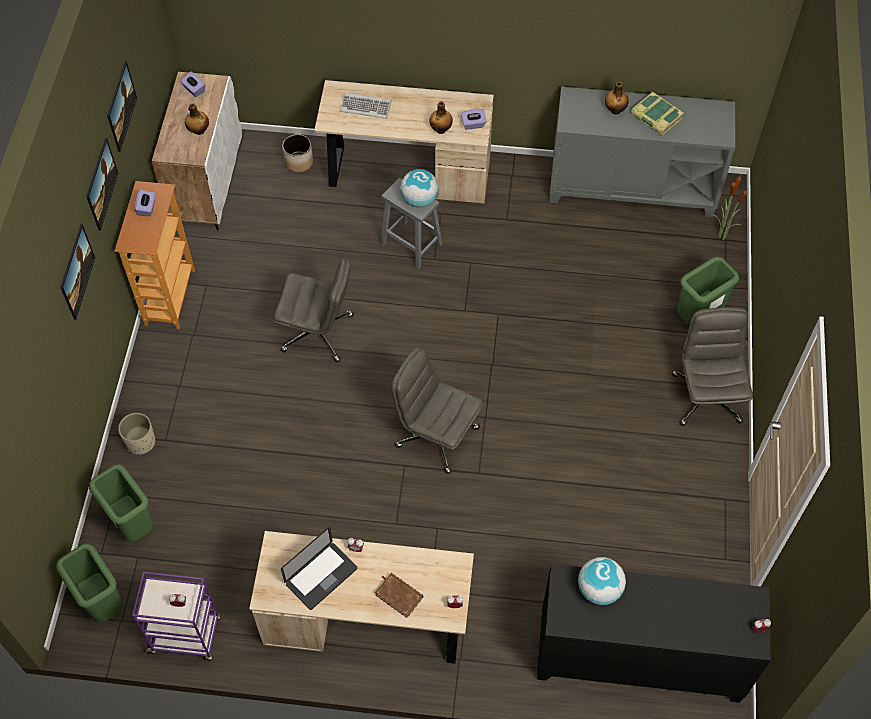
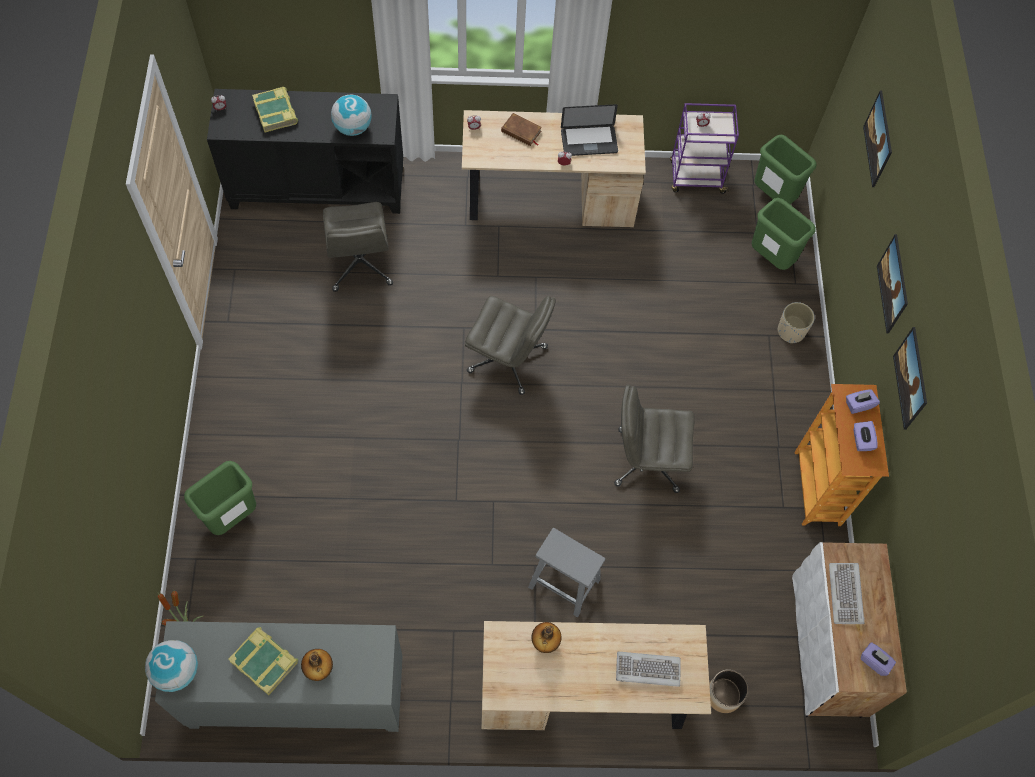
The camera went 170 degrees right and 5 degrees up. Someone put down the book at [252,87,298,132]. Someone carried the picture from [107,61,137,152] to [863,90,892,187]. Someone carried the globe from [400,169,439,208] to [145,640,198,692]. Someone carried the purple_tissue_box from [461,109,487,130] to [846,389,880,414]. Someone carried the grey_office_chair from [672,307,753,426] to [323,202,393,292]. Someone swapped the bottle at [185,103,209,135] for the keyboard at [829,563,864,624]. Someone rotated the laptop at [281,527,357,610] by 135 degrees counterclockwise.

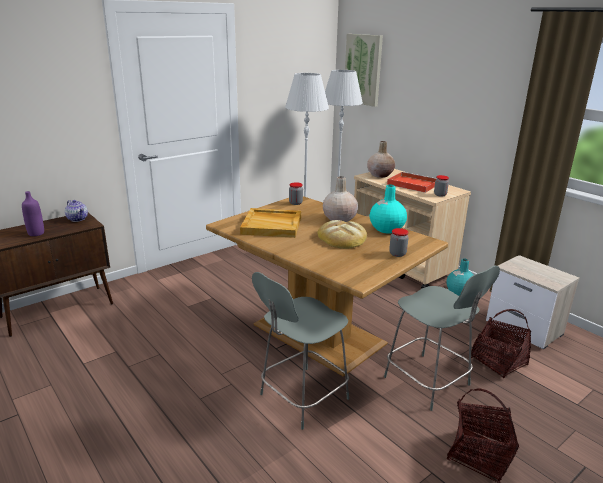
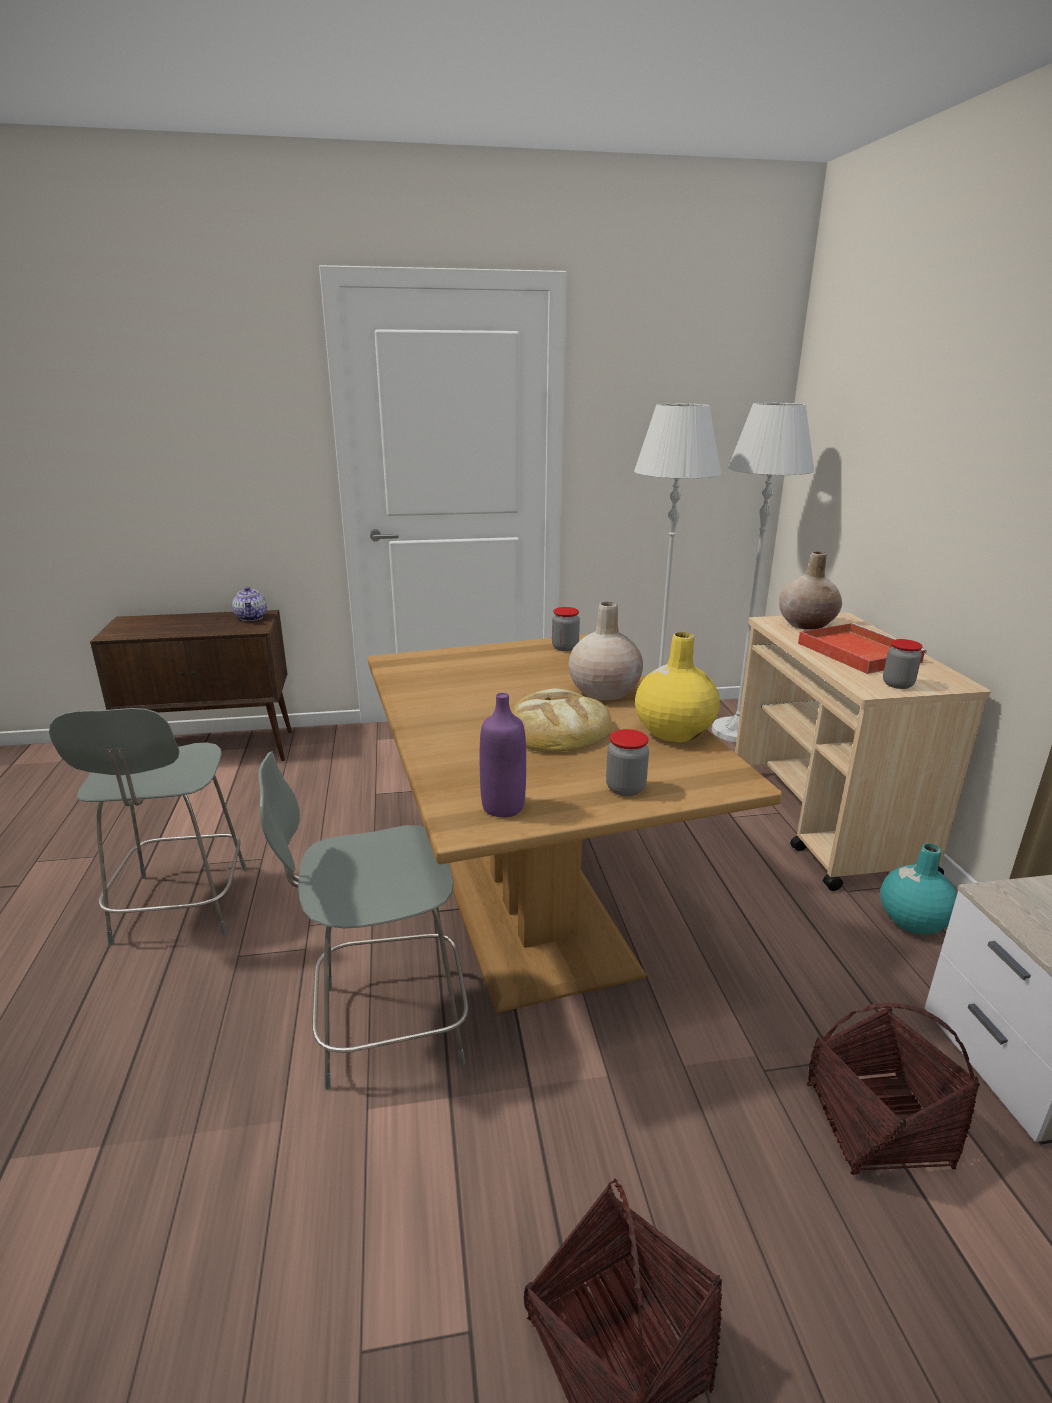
The camera went 30 degrees right and 0 degrees up. Someone took away the beige_tray at [240,208,301,238]. Someone took away the picture at [345,34,383,107]. Someone carried the purple_bottle from [22,191,44,236] to [479,693,526,817]. Someone carried the grey_chair from [384,266,500,411] to [49,708,247,945]. Someone repainted the turquoise_vase at [370,185,407,234], which became the yellow_vase at [635,632,720,742].

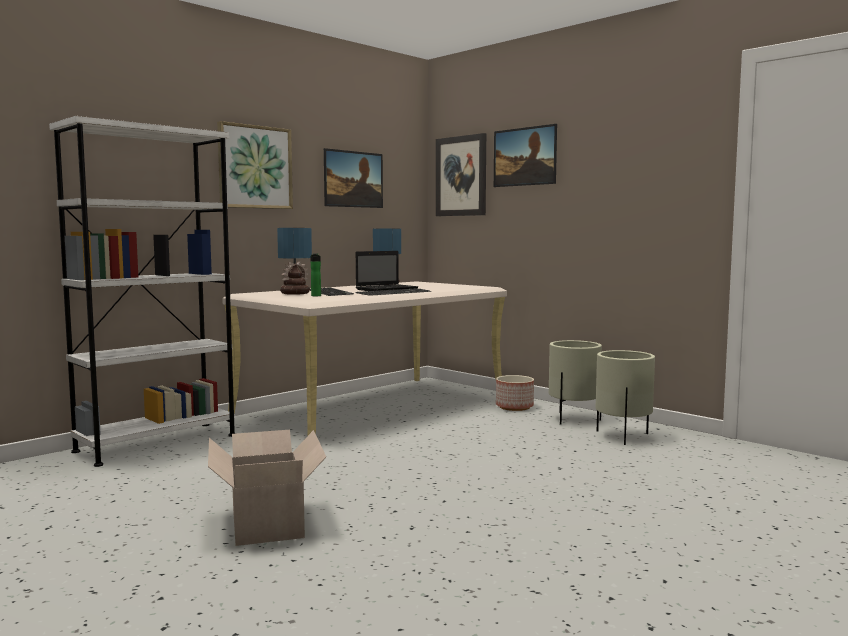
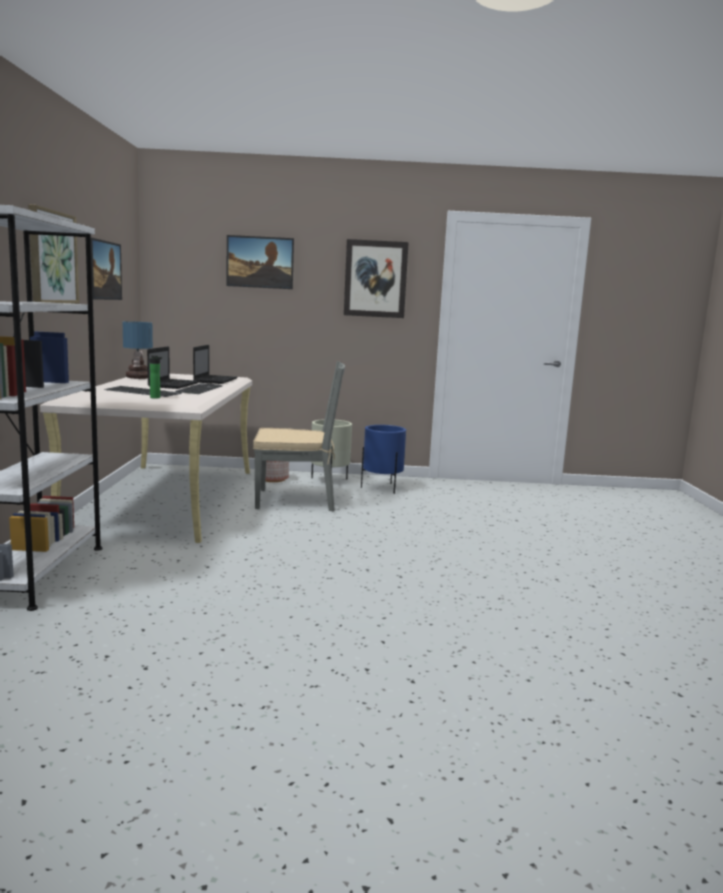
The camera went 45 degrees left and 5 degrees up. Someone took away the cardboard_box at [208,430,326,546]. Someone took away the table_lamp at [277,228,312,295]. Someone put down the laptop at [193,345,237,384]. Someone put down the grey_chair at [253,361,345,511]. Someone carried the picture from [436,133,486,216] to [344,239,409,318]. Someone repainted the beige_planter at [596,350,655,445], which became the blue_planter at [361,425,406,494].

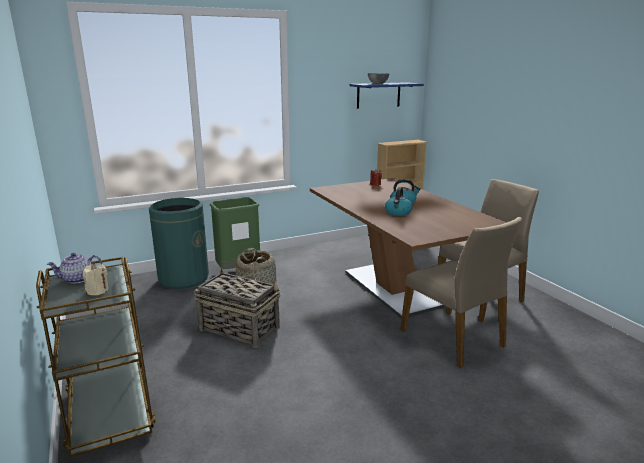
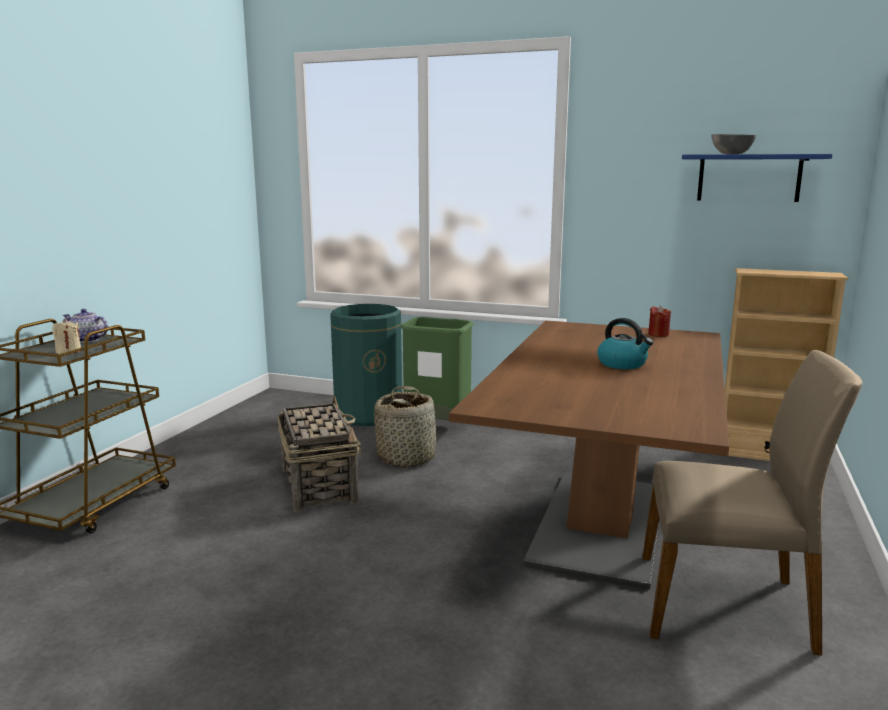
The camera went 45 degrees right and 5 degrees down. Someone took away the kettle at [385,187,412,216]. Someone took away the beige_chair at [401,217,522,368].

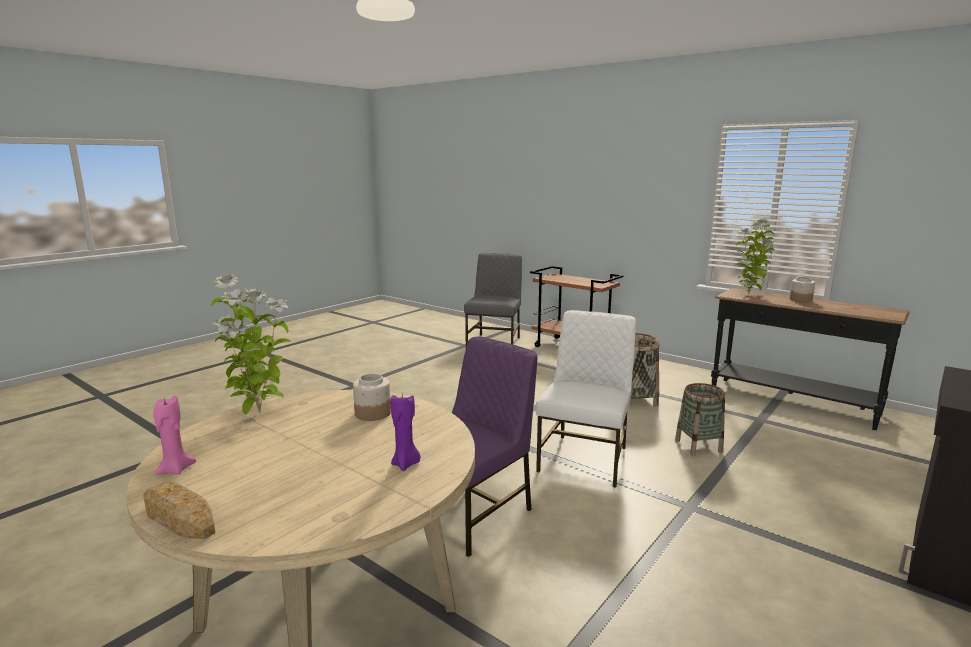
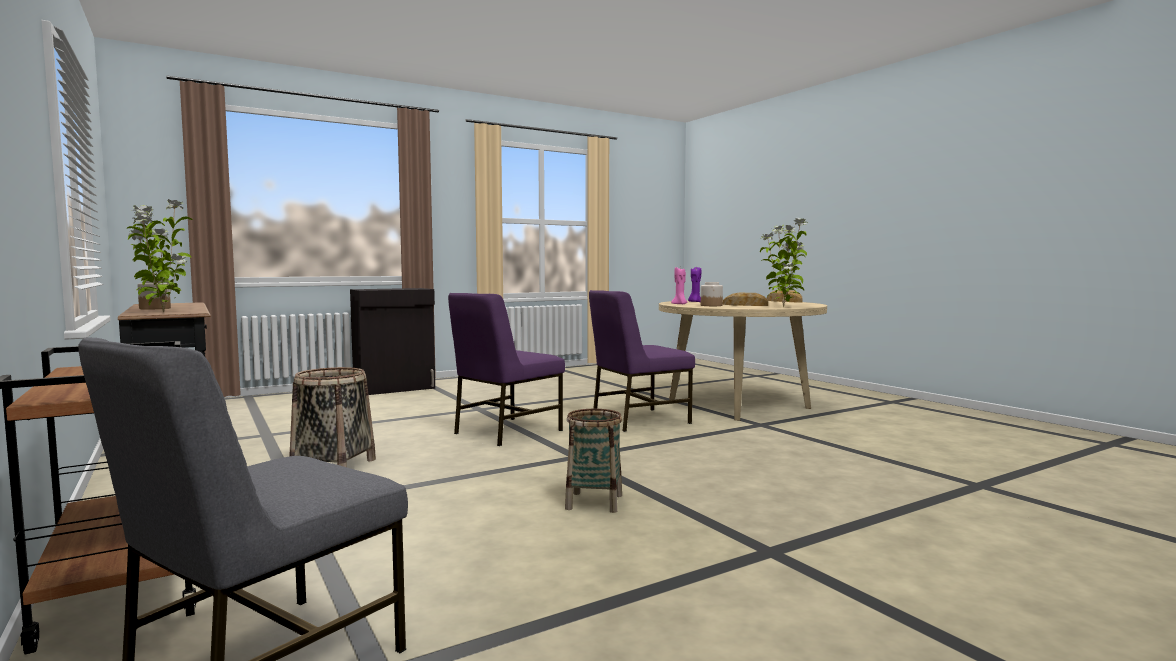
The camera went 160 degrees left and 10 degrees down. Someone put down the bread at [723,293,768,306]. Someone carried the pink_candle from [153,396,196,475] to [671,267,688,304]. Someone carried the basket from [675,383,725,456] to [565,409,622,513]. Someone repainted the white_chair at [536,310,636,488], which became the purple_chair at [448,293,565,446].

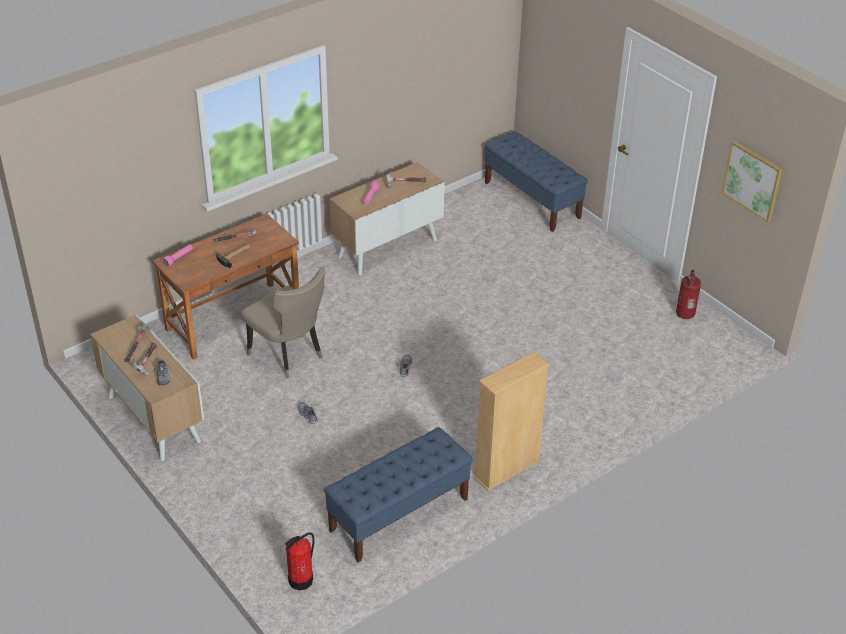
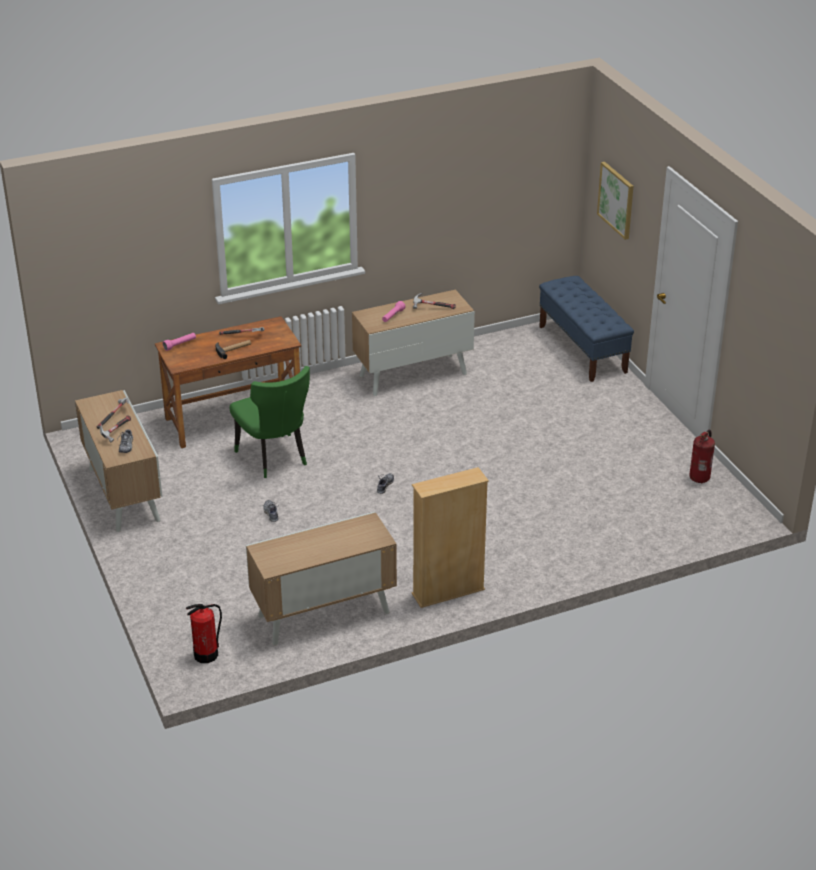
The camera went 15 degrees right and 5 degrees down. Someone carried the picture from [721,141,783,222] to [597,162,633,240]. Someone swapped the blue_bench at [324,427,473,562] for the cabinet at [246,512,397,645]. Someone repainted the beige_chair at [241,267,325,378], which became the green_chair at [229,366,310,478].

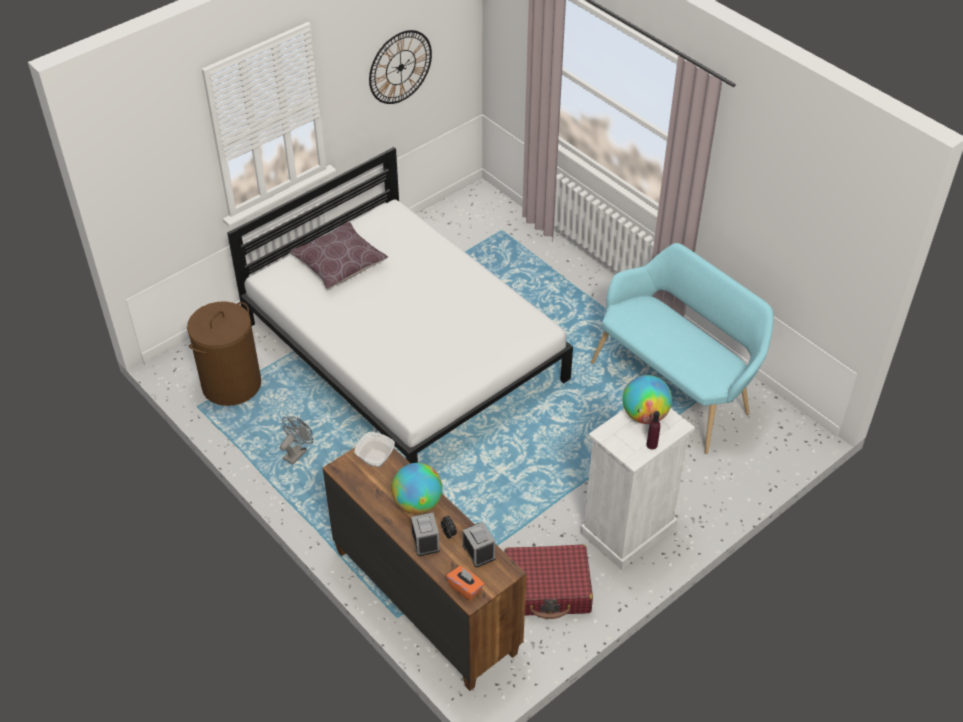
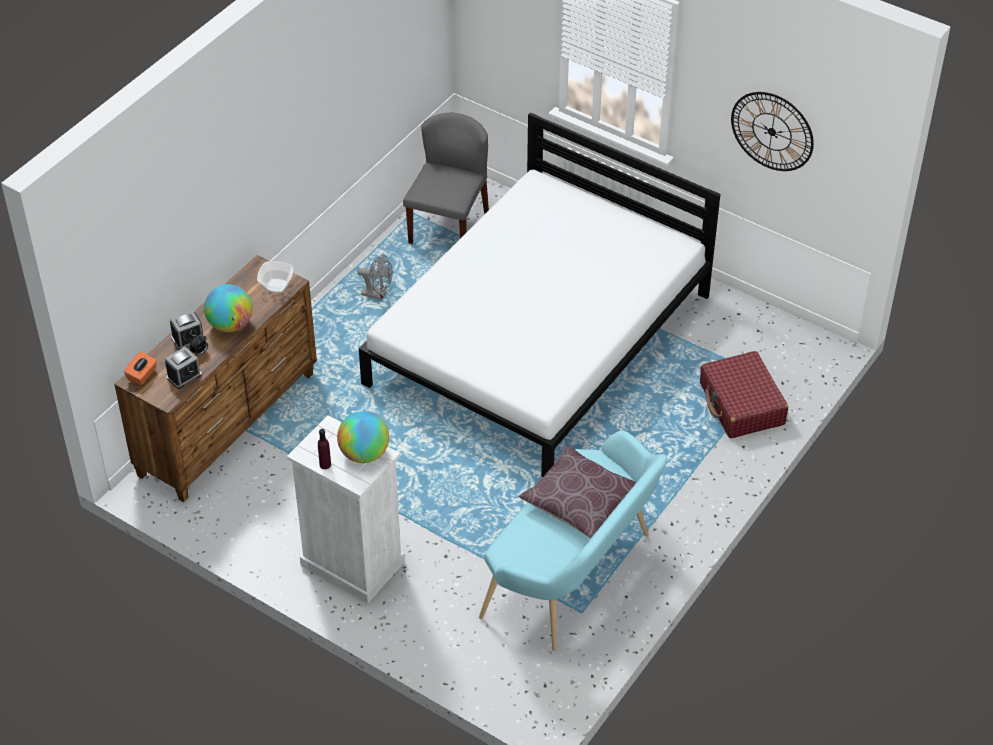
The camera went 75 degrees right and 0 degrees up. Someone carried the brown_pillow from [290,222,388,289] to [519,446,637,538]. Someone carried the red_suitcase from [505,544,593,619] to [700,351,788,438]. Someone swapped the brown_laundry_basket at [187,301,261,406] for the grey_chair at [403,113,489,244].

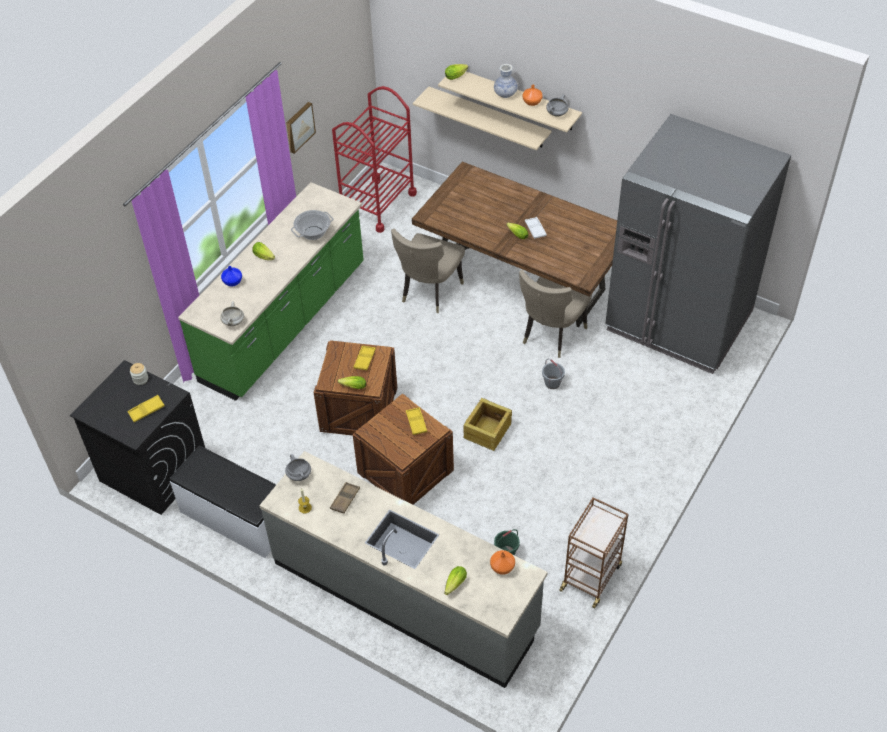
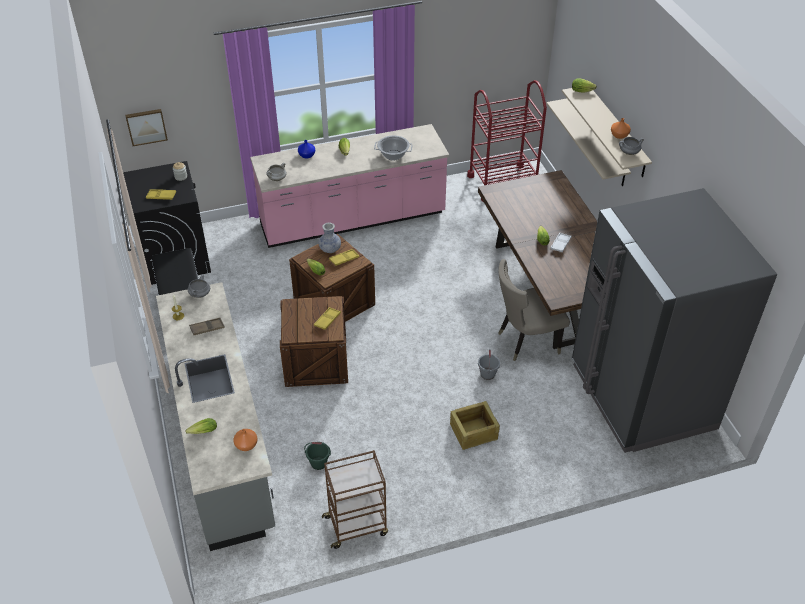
The camera went 40 degrees right and 5 degrees down. Someone took away the beige_chair at [391,228,465,313]. Someone carried the picture from [286,102,316,154] to [125,109,168,146]. Someone carried the crate from [463,398,512,451] to [450,401,500,450]. Someone carried the vase from [494,64,518,98] to [319,223,341,253]. Someone repainted the green_counter at [178,182,364,401], which became the pink_counter at [250,124,449,248].

